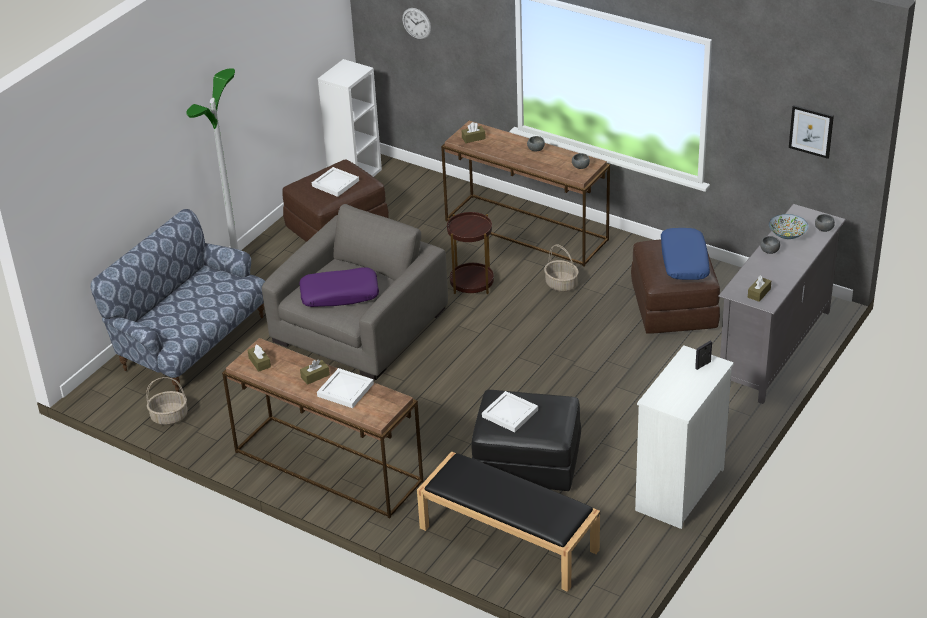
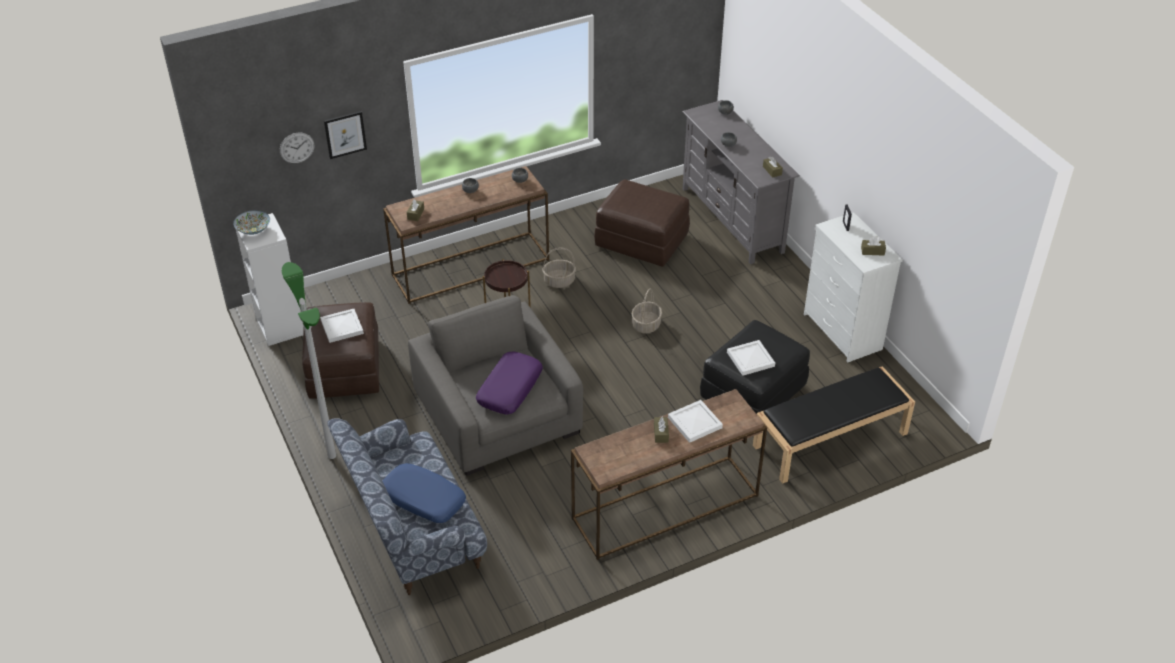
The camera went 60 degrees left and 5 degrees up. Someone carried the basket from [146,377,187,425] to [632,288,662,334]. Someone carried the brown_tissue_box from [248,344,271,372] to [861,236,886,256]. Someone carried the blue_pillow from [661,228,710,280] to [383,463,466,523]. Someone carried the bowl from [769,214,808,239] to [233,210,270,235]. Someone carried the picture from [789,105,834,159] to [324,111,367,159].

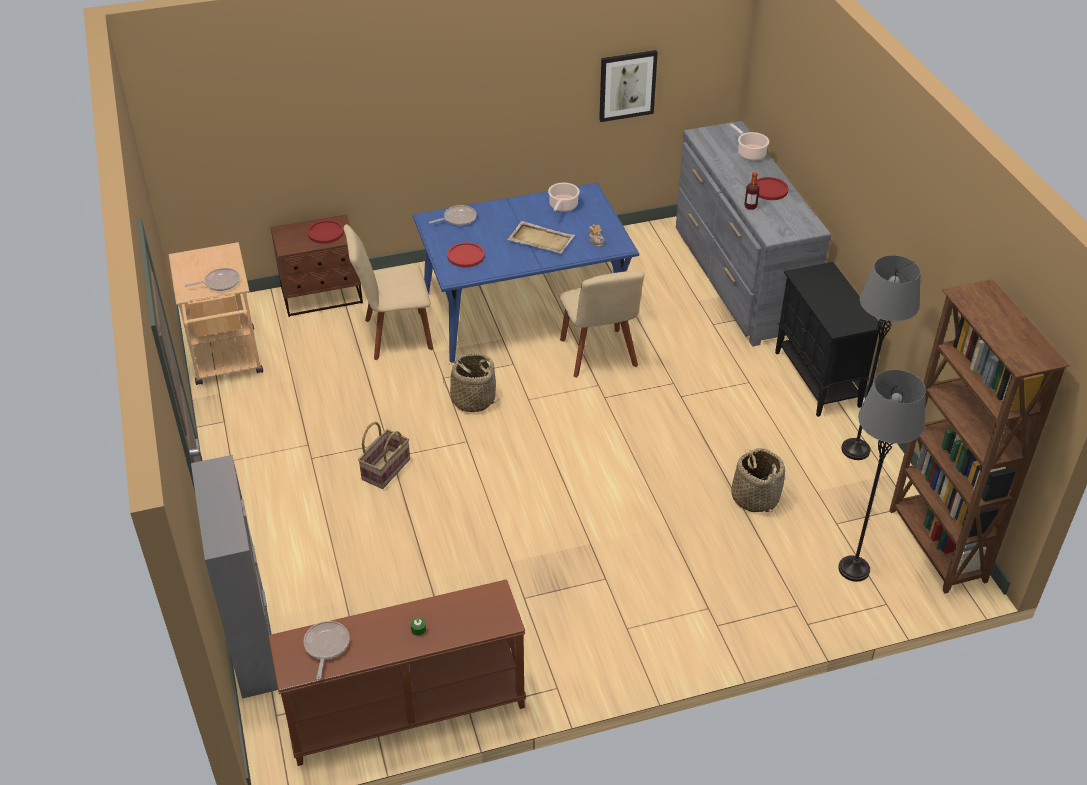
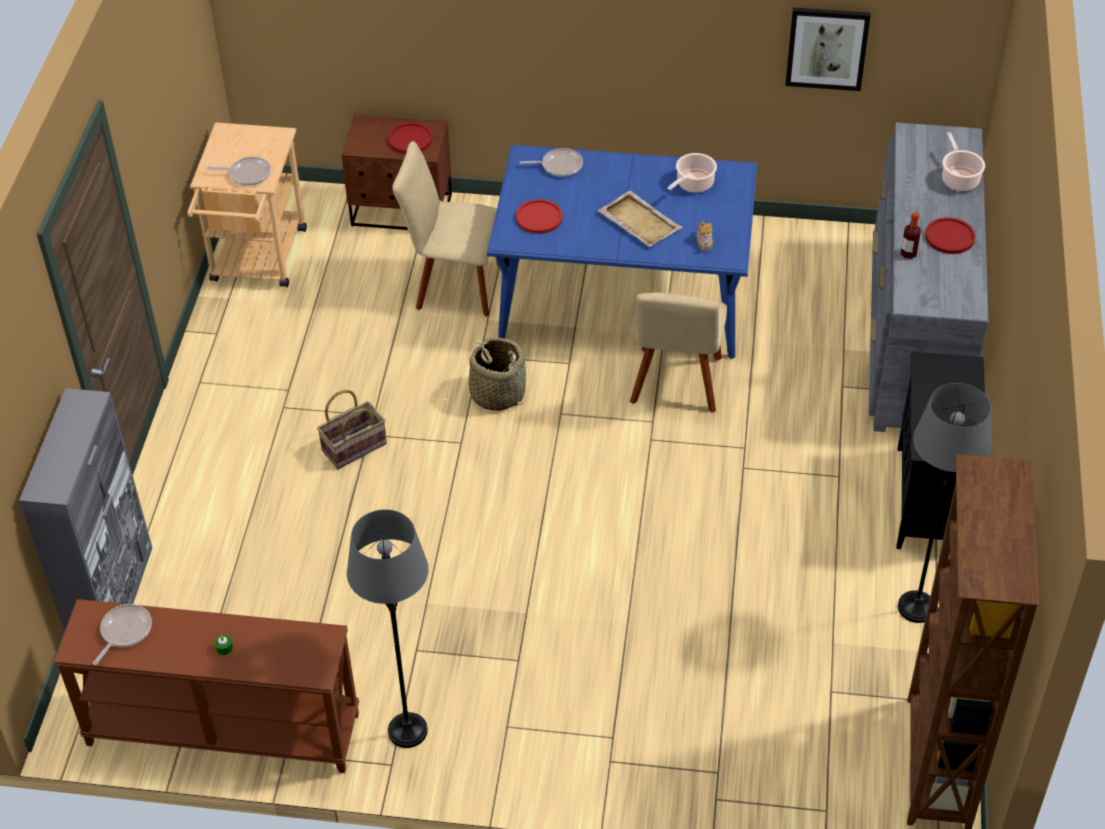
The camera went 25 degrees right and 5 degrees up. Someone took away the basket at [731,448,785,512]. Someone carried the grey_floor_lamp from [838,370,926,582] to [347,509,429,748].

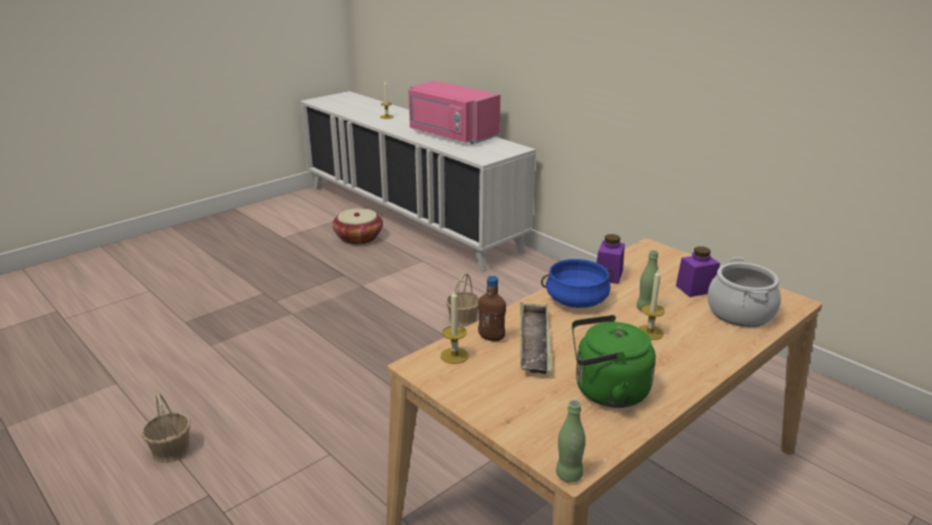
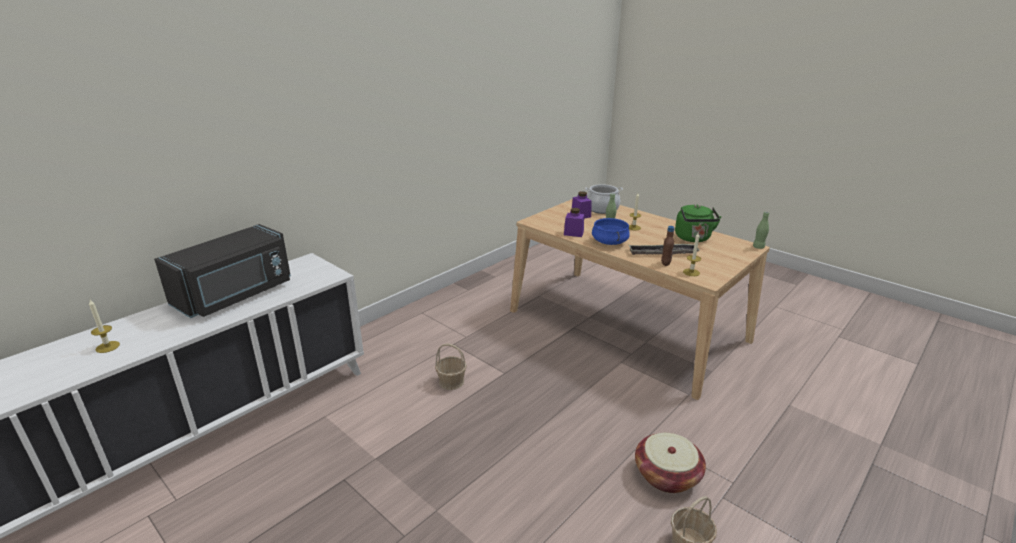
The camera went 95 degrees left and 0 degrees up. Someone carried the basket from [332,208,383,245] to [635,433,706,493]. Someone repainted the pink_microwave at [409,81,500,144], which became the black_microwave at [154,224,291,318].

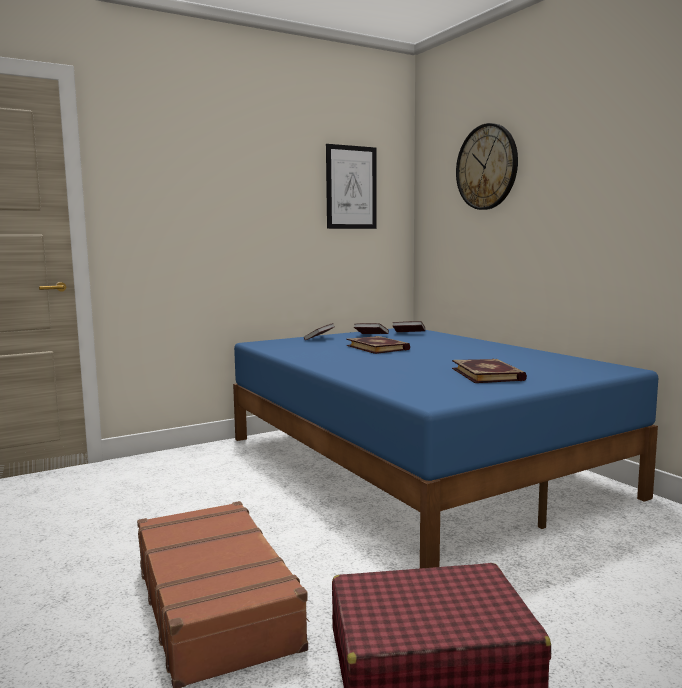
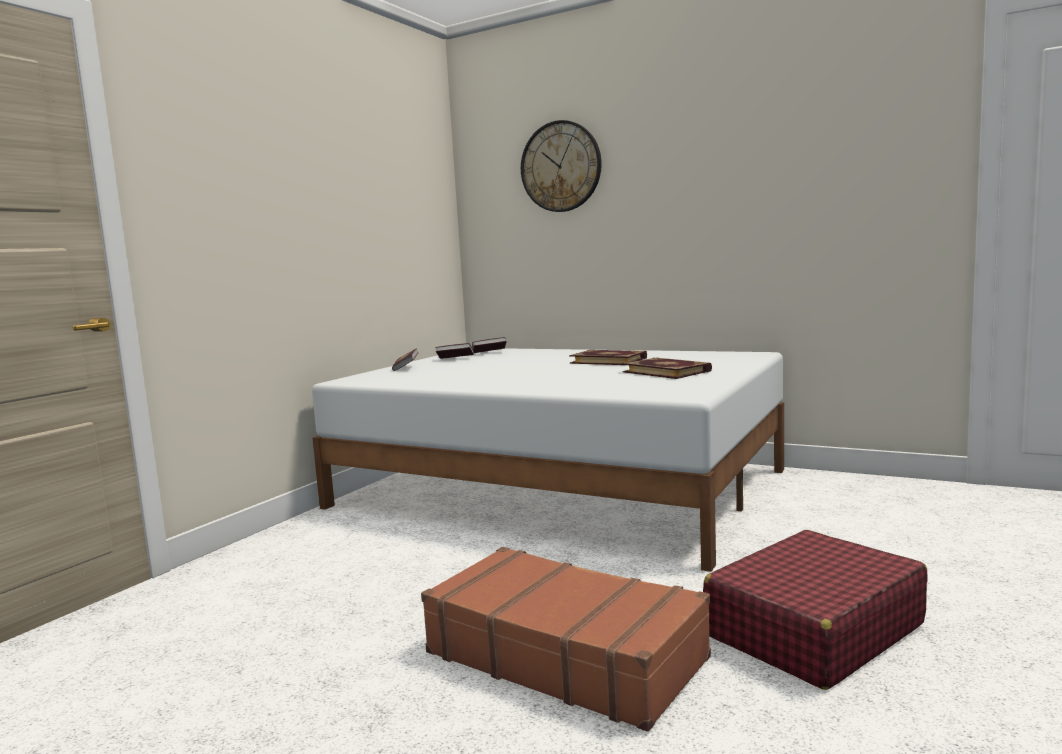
The camera went 30 degrees left and 0 degrees up. Someone took away the picture at [326,144,377,229]. Someone carried the book from [346,336,410,354] to [569,350,647,365]. Someone repainted the blue_bed at [233,328,658,569], which became the white_bed at [312,348,784,572].

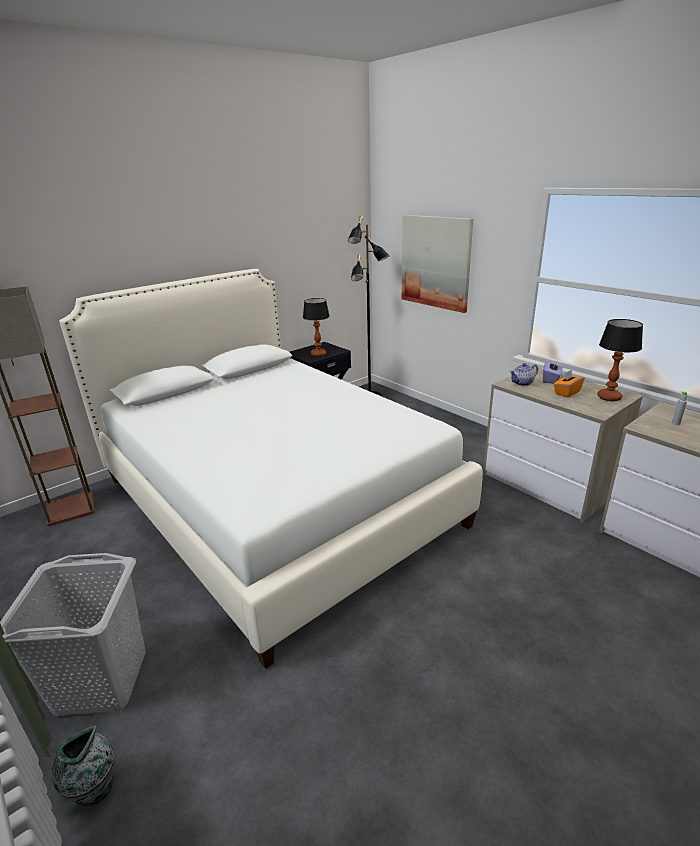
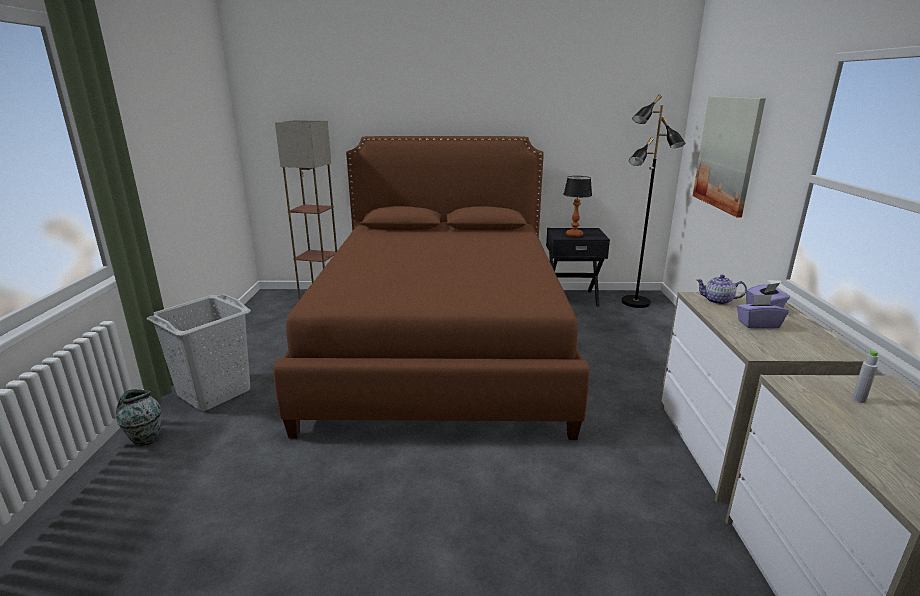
The camera went 40 degrees right and 5 degrees down. Someone took away the table_lamp at [597,319,643,401]. Someone repainted the white_bed at [59,269,483,669], which became the brown_bed at [273,136,590,440]. Someone repainted the orange_tissue_box at [554,370,585,398], which became the purple_tissue_box at [737,294,789,328].

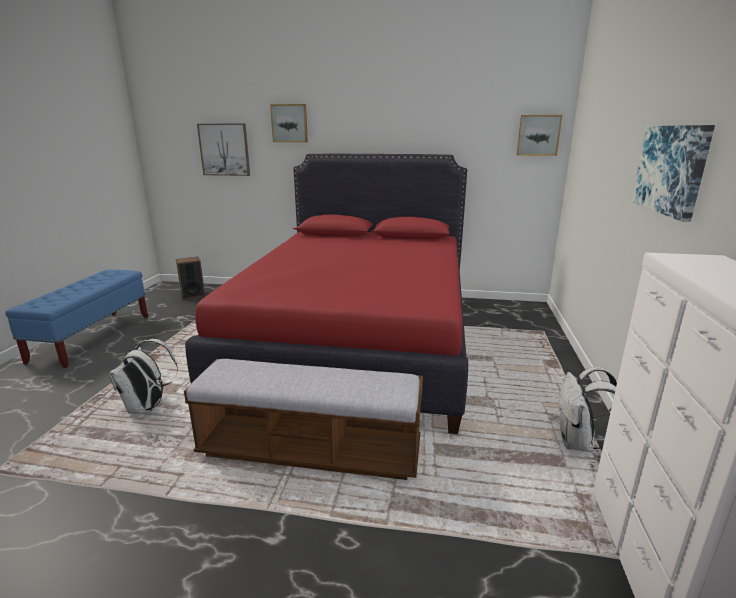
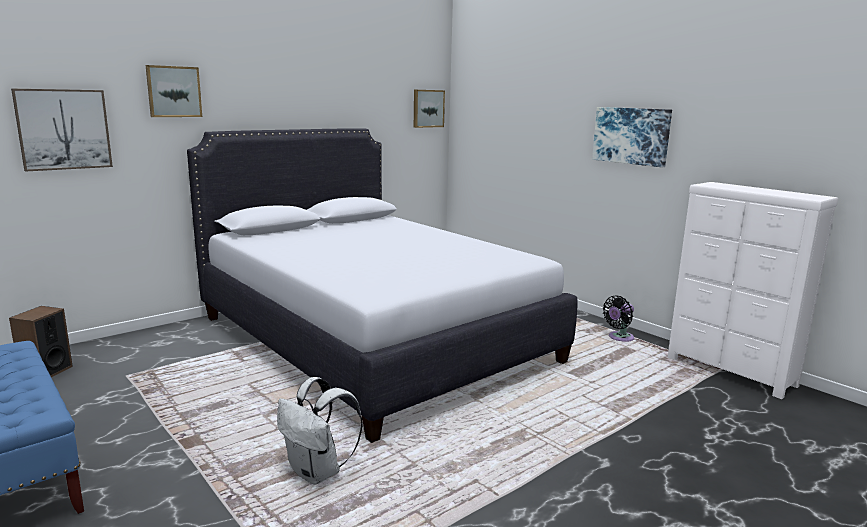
The camera went 50 degrees left and 5 degrees down. Someone took away the bench at [184,359,423,480]. Someone swapped the white_backpack at [559,367,617,452] for the black_fan at [603,296,634,342]. Someone repainted the red_bed at [185,154,468,434], which became the white_bed at [187,128,578,443].

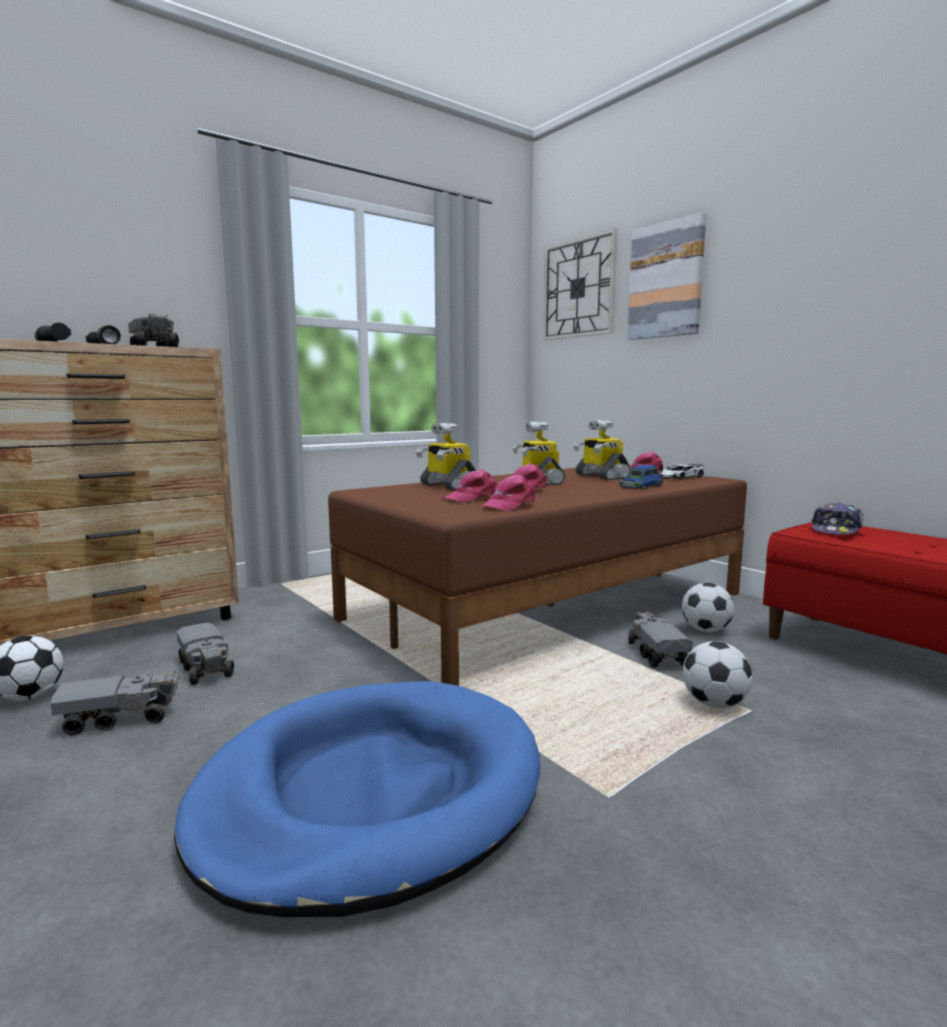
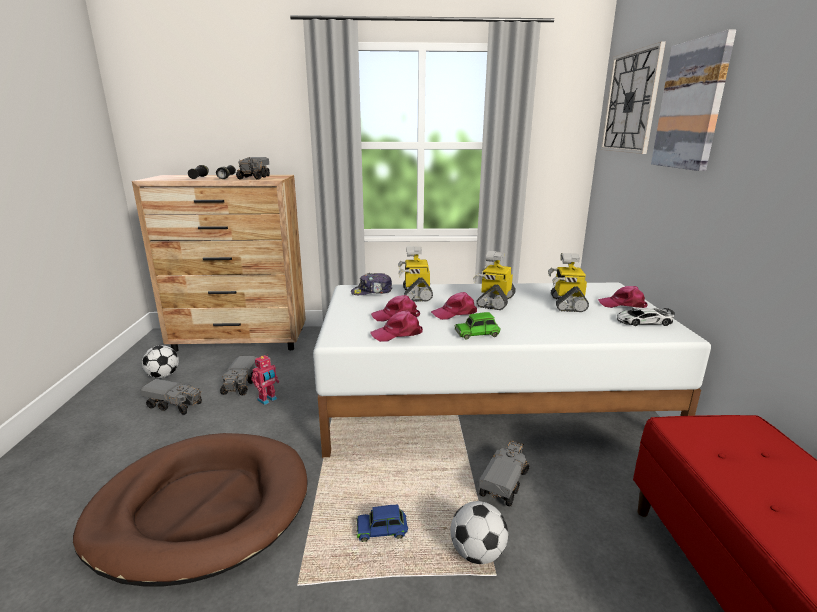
The camera went 35 degrees right and 10 degrees up. Someone took away the football at [682,583,734,632]. Someone put down the toy_robot at [251,355,279,405]. Someone put down the green_toy_car at [454,312,501,340]. Someone carried the blue_toy_car from [619,465,663,489] to [356,505,408,542]. Someone carried the cap from [811,502,864,535] to [351,273,392,295]. Someone repainted the blue_dog_bed at [174,681,540,917], which became the brown_dog_bed at [73,433,308,586]. Someone repainted the brown_bed at [328,466,747,686], which became the white_bed at [313,283,711,458].

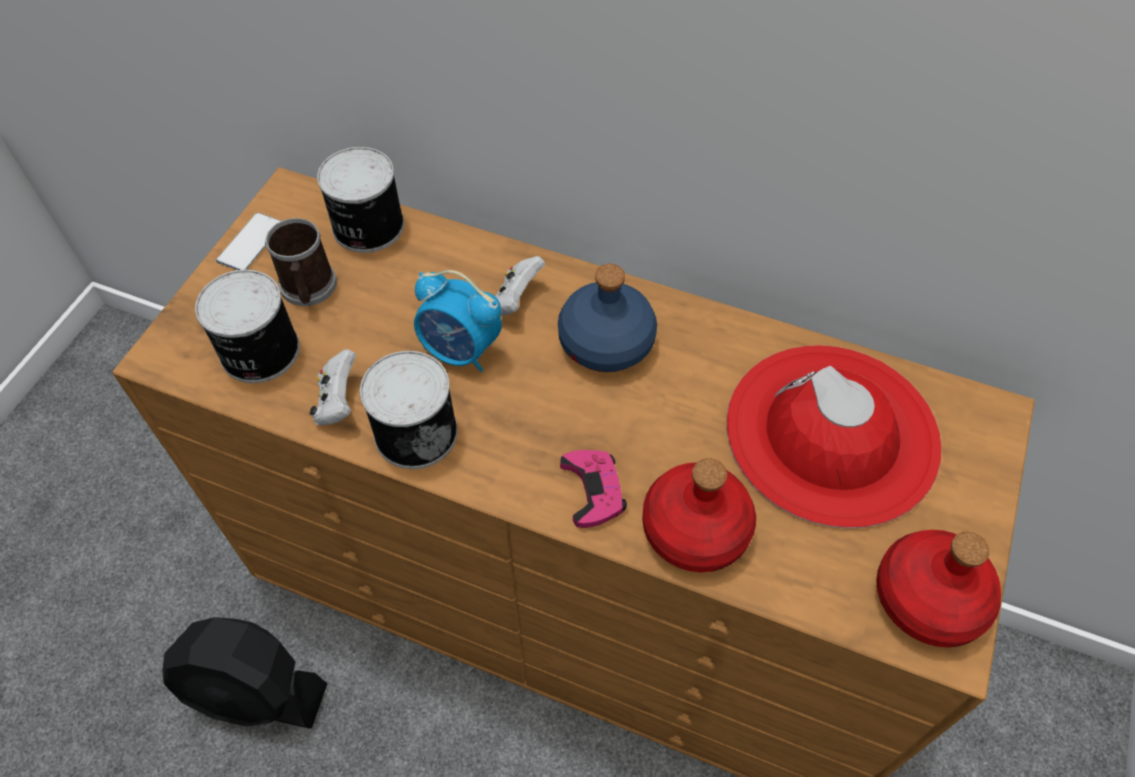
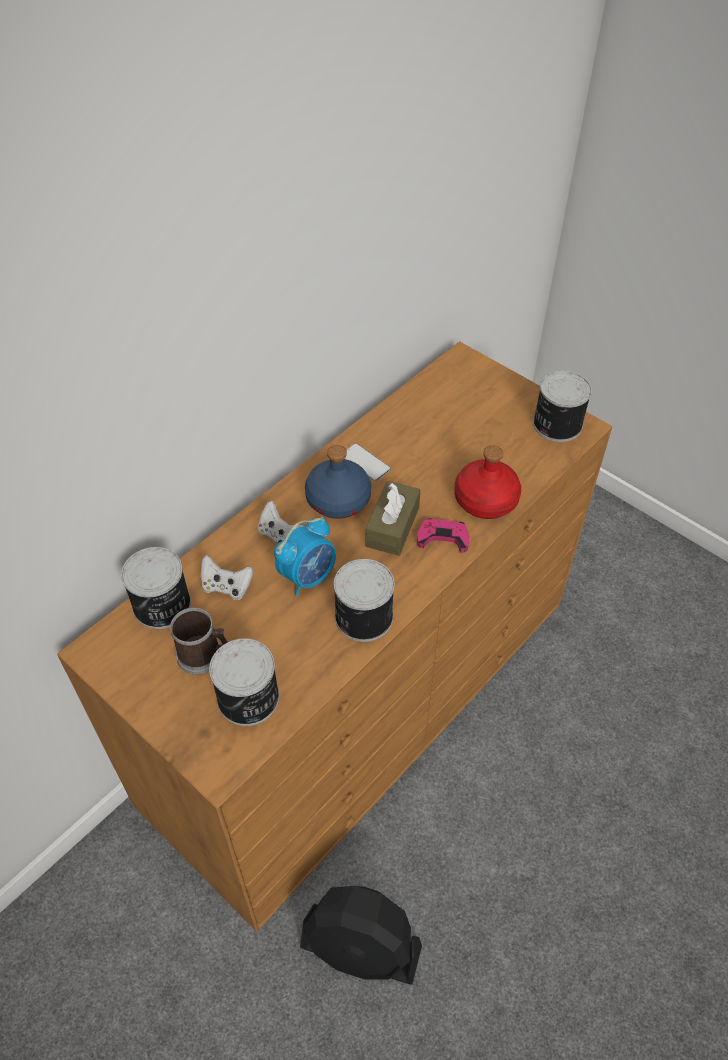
The camera went 70 degrees left and 5 degrees down. Someone took away the red_hat at [726,345,942,529]. Someone put down the brown_tissue_box at [366,481,420,556]. Someone carried the phone from [216,213,281,270] to [345,443,391,481]. Someone carried the white_game_controller from [310,349,356,425] to [201,555,254,600]. Someone swapped the red_bottle at [876,530,1001,647] for the can at [533,371,592,442]. Someone rotated the black_fan at [162,617,327,728] by 75 degrees clockwise.

